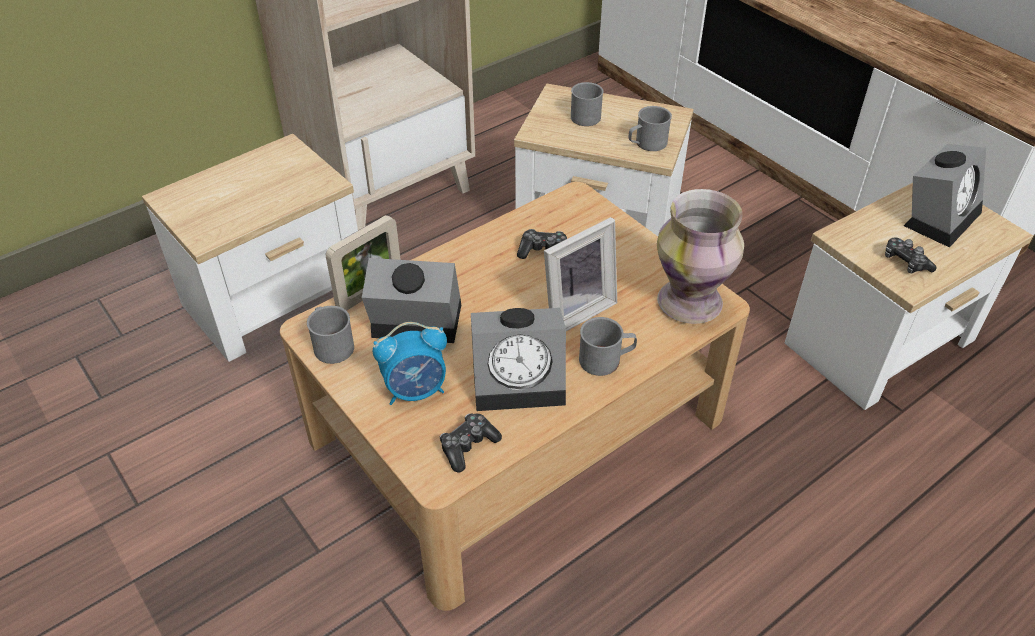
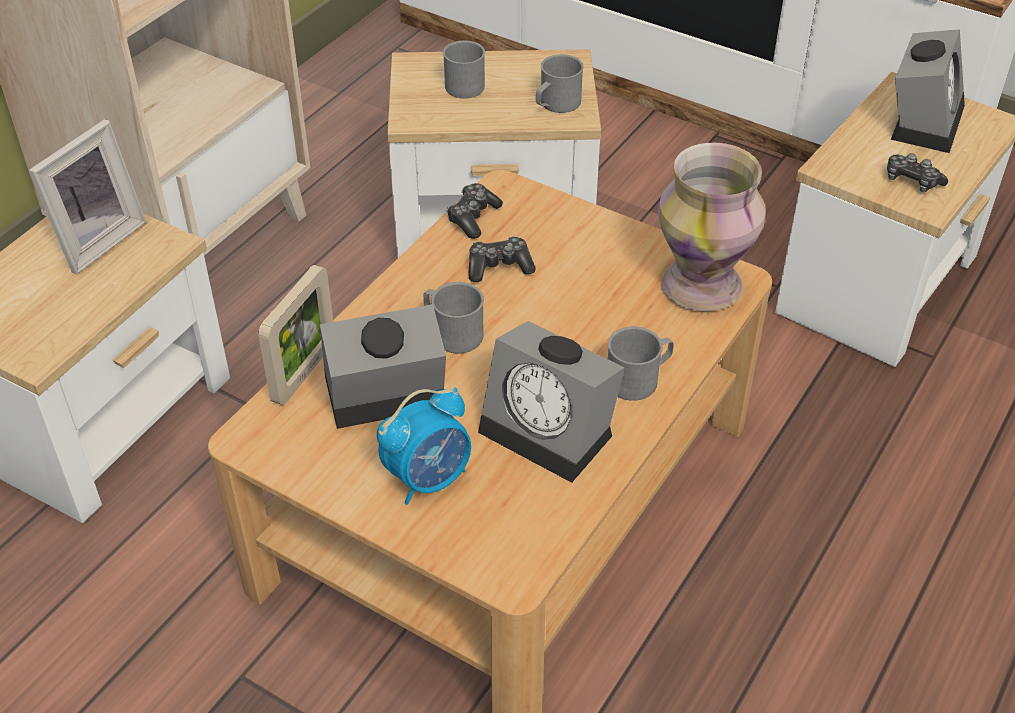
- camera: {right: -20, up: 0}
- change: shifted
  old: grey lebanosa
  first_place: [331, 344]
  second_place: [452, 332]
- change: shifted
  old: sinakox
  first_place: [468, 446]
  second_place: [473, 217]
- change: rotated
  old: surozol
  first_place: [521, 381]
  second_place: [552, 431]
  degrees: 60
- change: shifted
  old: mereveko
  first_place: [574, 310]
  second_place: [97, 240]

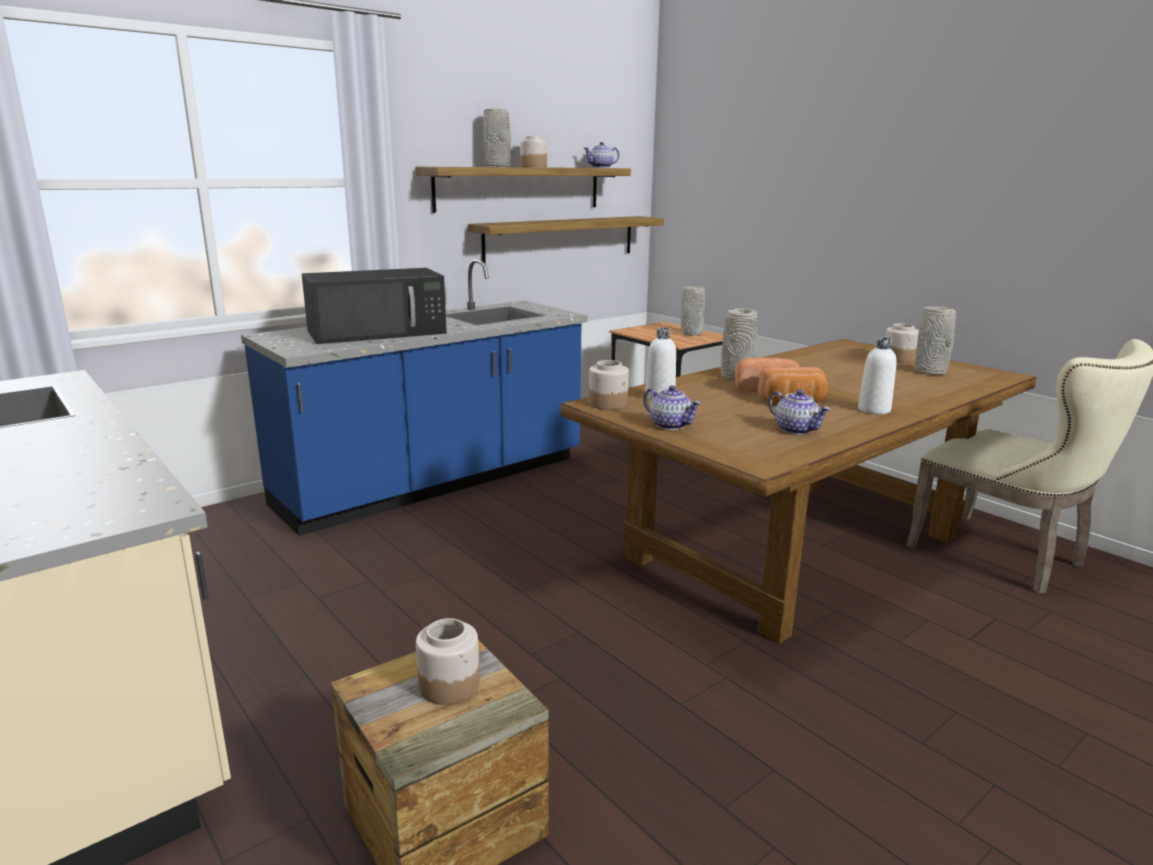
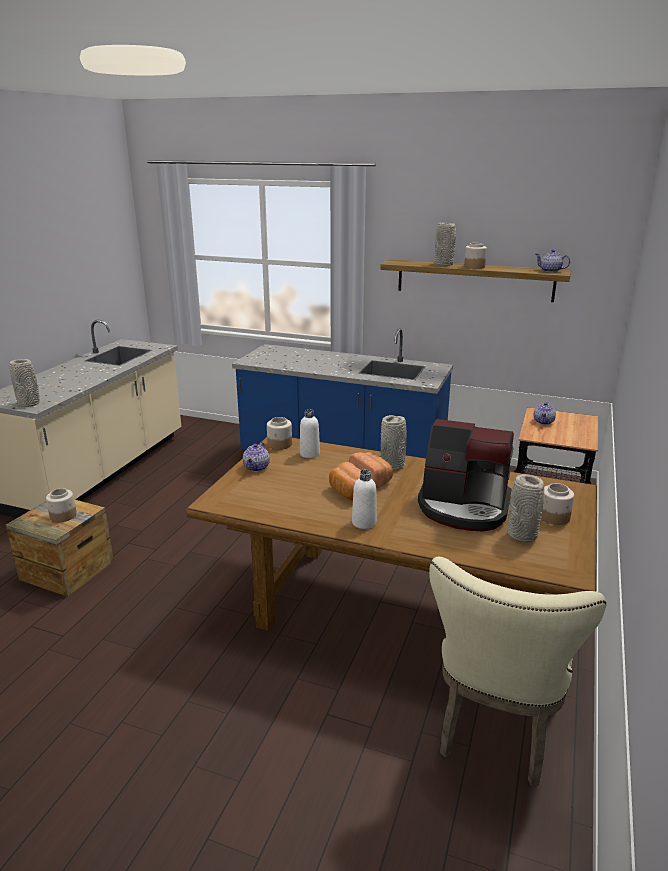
- camera: {right: 60, up: 5}
- change: gone
  old: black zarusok
  first_place: [379, 332]
- change: gone
  old: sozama
  first_place: [561, 239]
- change: shifted
  old: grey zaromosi
  first_place: [692, 334]
  second_place: [29, 403]
- change: shifted
  old: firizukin
  first_place: [796, 430]
  second_place: [543, 422]
- change: new
  new: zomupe
  second_place: [464, 507]

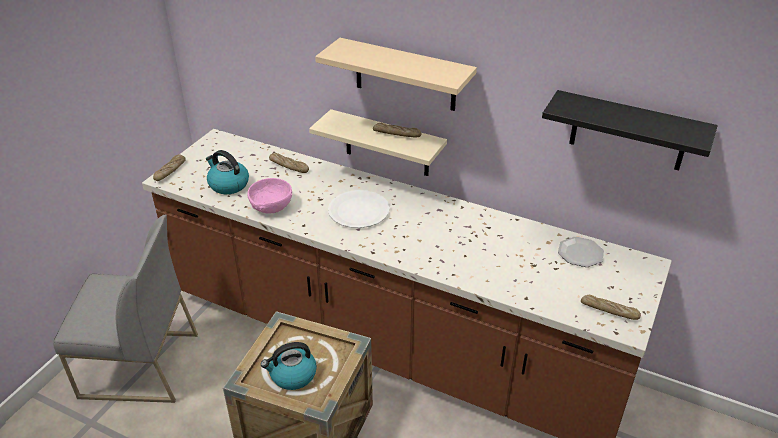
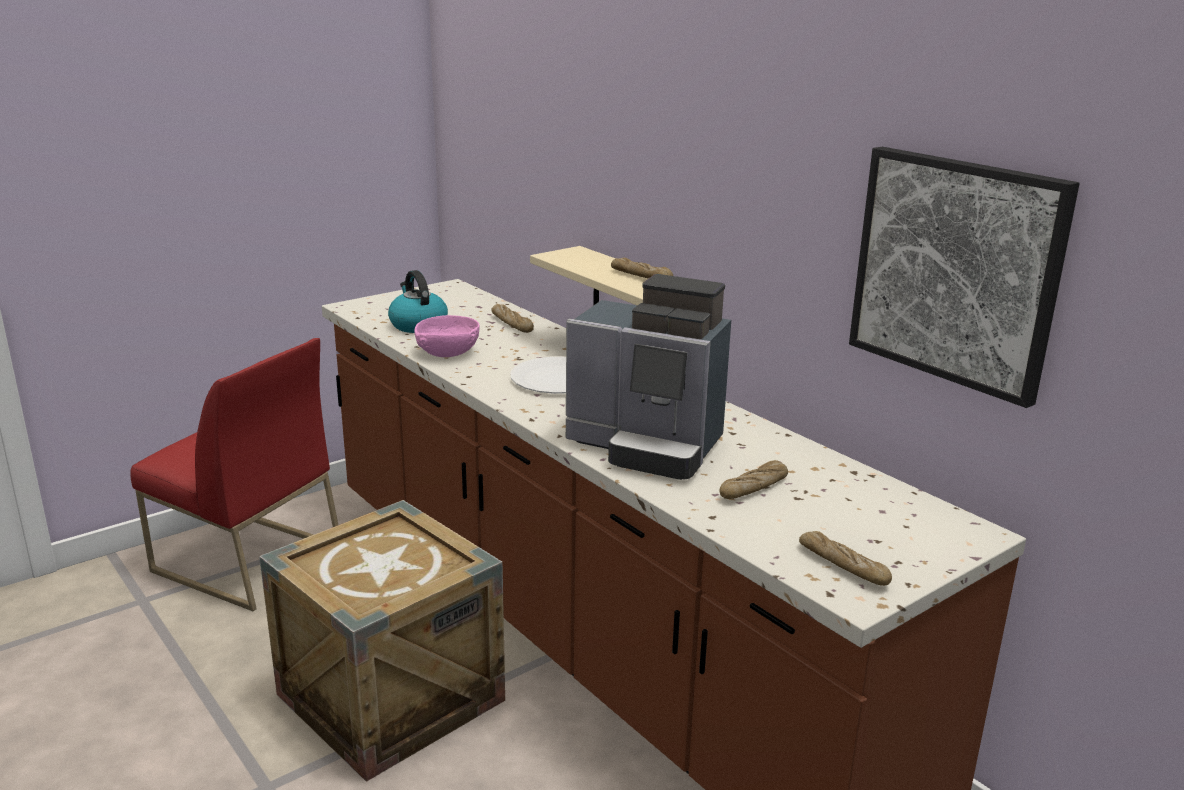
- camera: {right: 25, up: -15}
- change: repainted
  old: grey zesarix
  new: red zesarix
  first_place: [138, 366]
  second_place: [246, 560]
- change: shifted
  old: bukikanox
  first_place: [170, 171]
  second_place: [753, 488]
- change: gone
  old: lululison
  first_place: [292, 375]
- change: gone
  old: beige sozama
  first_place: [405, 75]
- change: swapped
  old: black sozama
  new: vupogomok
  first_place: [628, 131]
  second_place: [956, 271]
- change: gone
  old: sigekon
  first_place: [580, 253]
- change: new
  new: zomupe
  second_place: [648, 446]

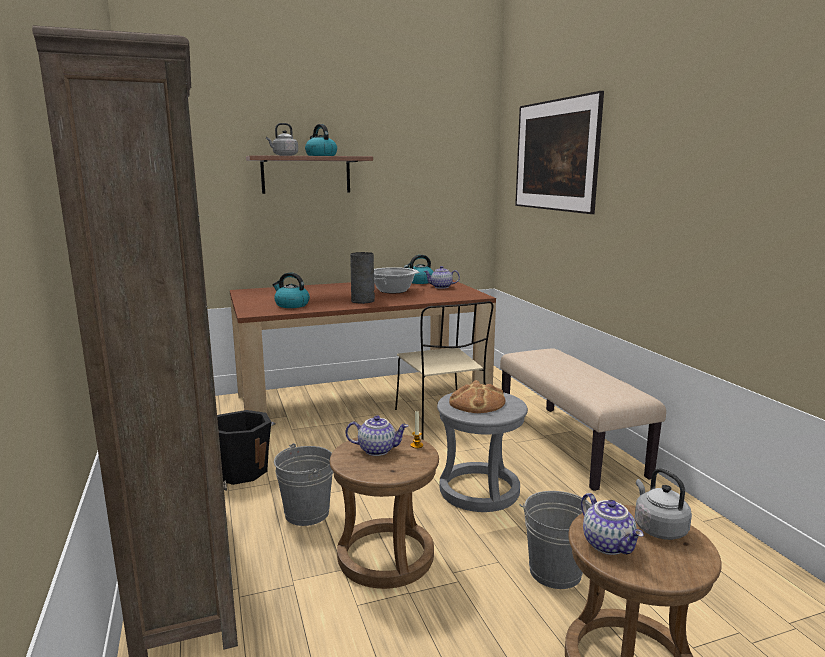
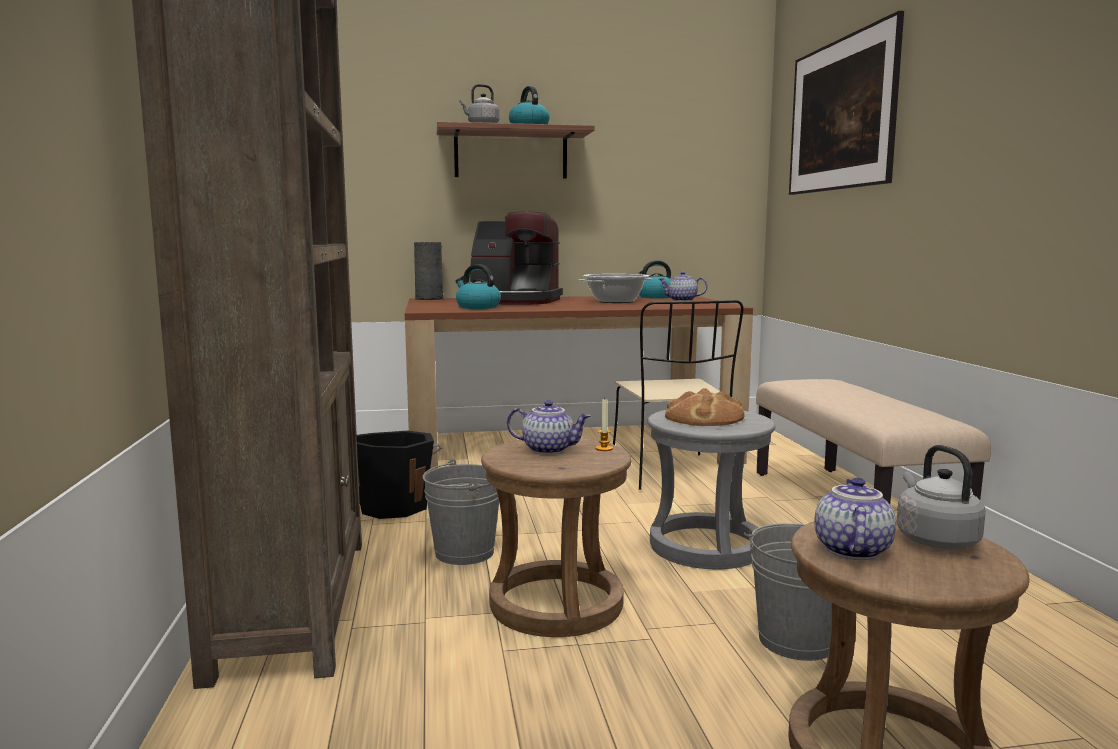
- camera: {right: 10, up: -5}
- change: shifted
  old: grey zaromosi
  first_place: [363, 301]
  second_place: [430, 299]
- change: rotated
  old: firizukin
  first_place: [609, 545]
  second_place: [850, 549]
  degrees: -150
- change: new
  new: zomupe
  second_place: [514, 301]

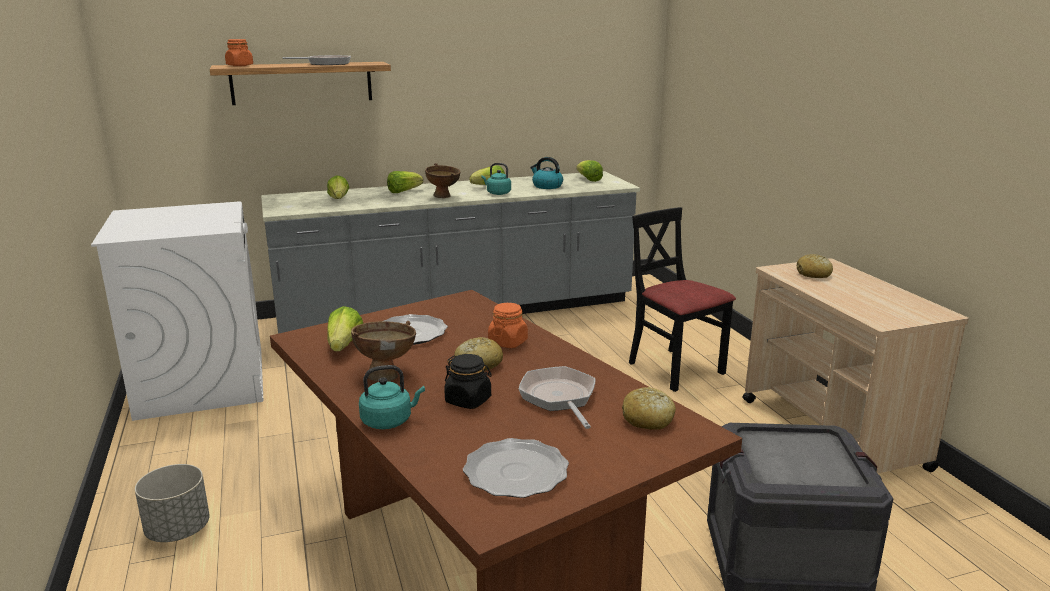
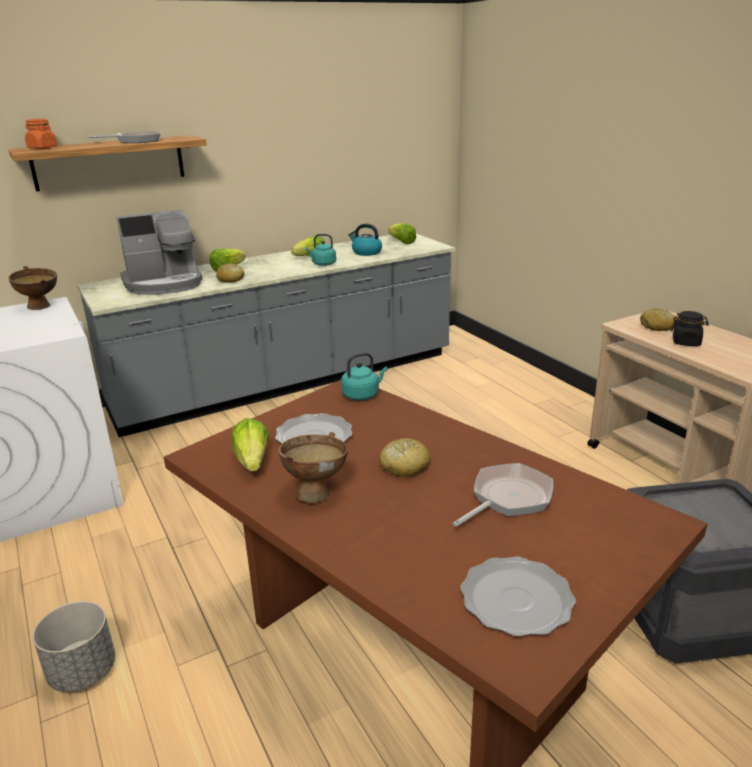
- camera: {right: -10, up: 5}
- change: swapped
  old: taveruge
  new: zomupe
  first_place: [339, 199]
  second_place: [164, 284]
- change: shifted
  old: turquoise lululison
  first_place: [389, 421]
  second_place: [362, 395]
- change: shifted
  old: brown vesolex
  first_place: [444, 197]
  second_place: [41, 307]
- change: shifted
  old: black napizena
  first_place: [468, 400]
  second_place: [686, 342]
- change: gone
  old: orange napizena
  first_place: [508, 342]
- change: rotated
  old: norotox
  first_place: [559, 398]
  second_place: [508, 498]
  degrees: 75
- change: shifted
  old: bukikanox
  first_place: [647, 419]
  second_place: [230, 279]
- change: gone
  old: black zesarix
  first_place: [675, 369]

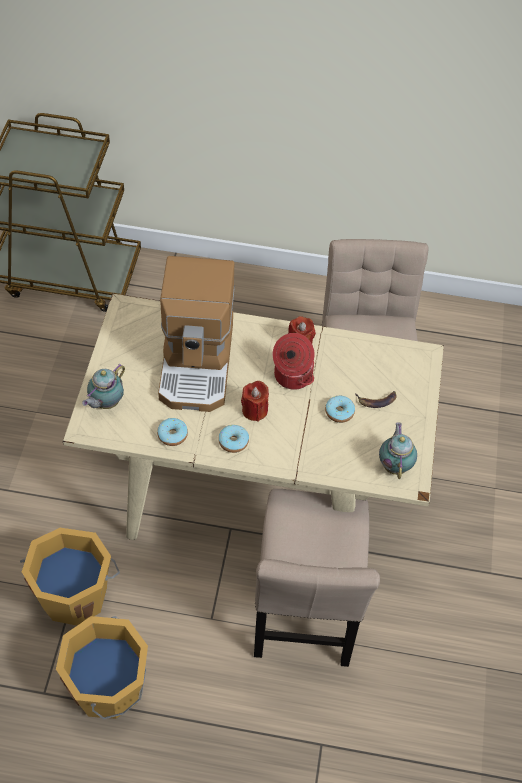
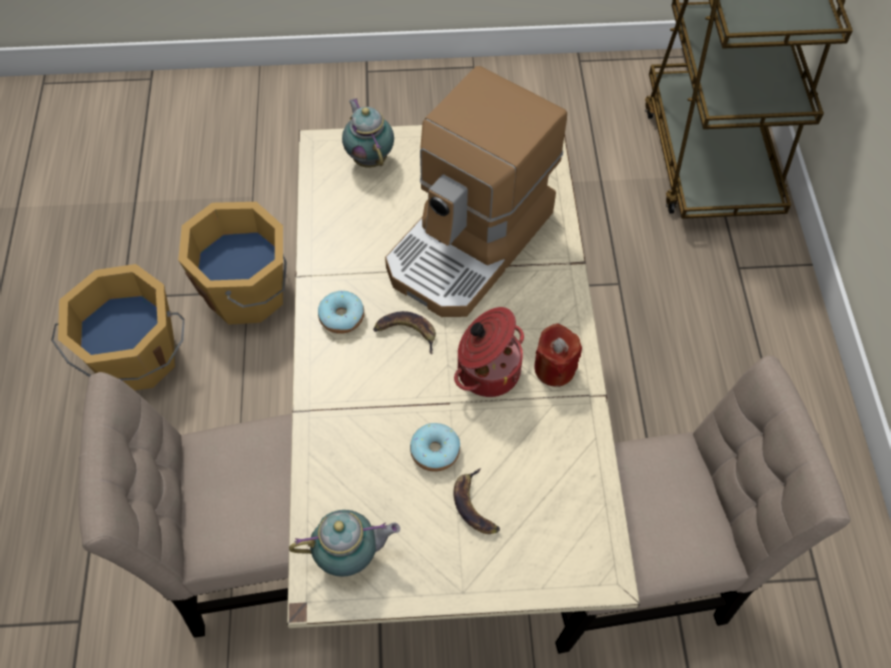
- camera: {right: 80, up: 5}
- change: rotated
  old: firizukin
  first_place: [105, 403]
  second_place: [369, 157]
  degrees: 45
- change: gone
  old: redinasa
  first_place: [172, 435]
- change: rotated
  old: zomupe
  first_place: [198, 363]
  second_place: [471, 243]
  degrees: -45
- change: swapped
  old: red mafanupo
  new: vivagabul
  first_place: [254, 410]
  second_place: [406, 332]

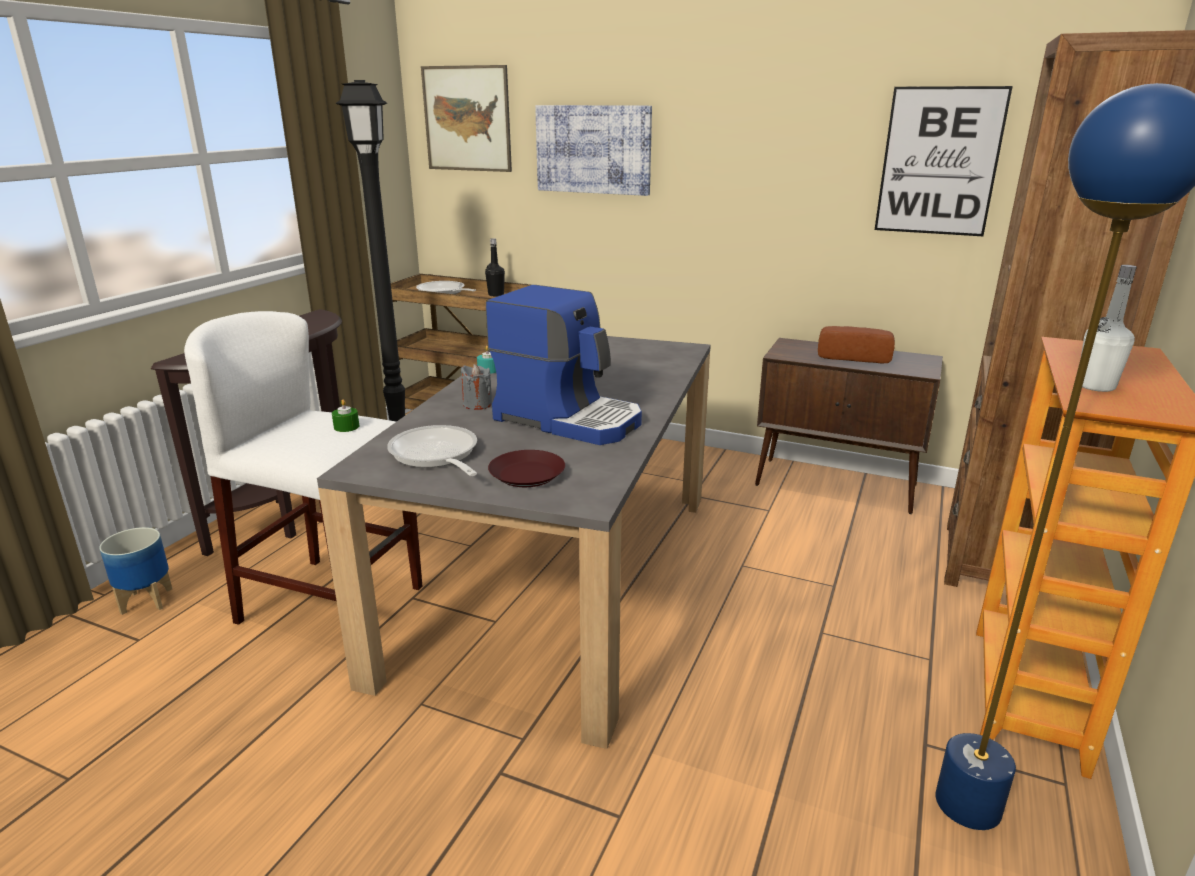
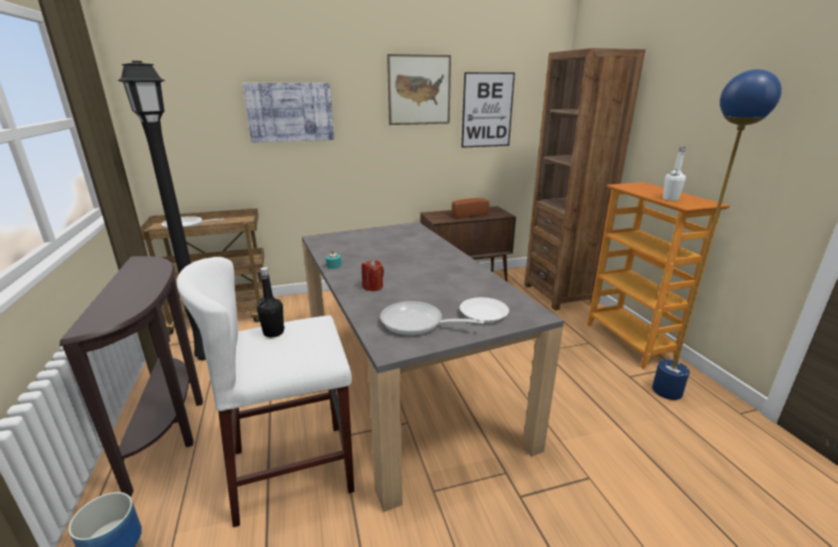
- camera: {right: -40, up: 0}
- change: gone
  old: green mafanupo
  first_place: [346, 427]
- change: shifted
  old: vupogomok
  first_place: [467, 119]
  second_place: [419, 90]
- change: repainted
  old: grey mafanupo
  new: red mafanupo
  first_place: [477, 404]
  second_place: [373, 287]
- change: shifted
  old: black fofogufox
  first_place: [496, 294]
  second_place: [273, 332]
- change: gone
  old: zomupe
  first_place: [569, 419]
- change: repainted
  old: brown sigekon
  new: white sigekon
  first_place: [527, 474]
  second_place: [483, 314]

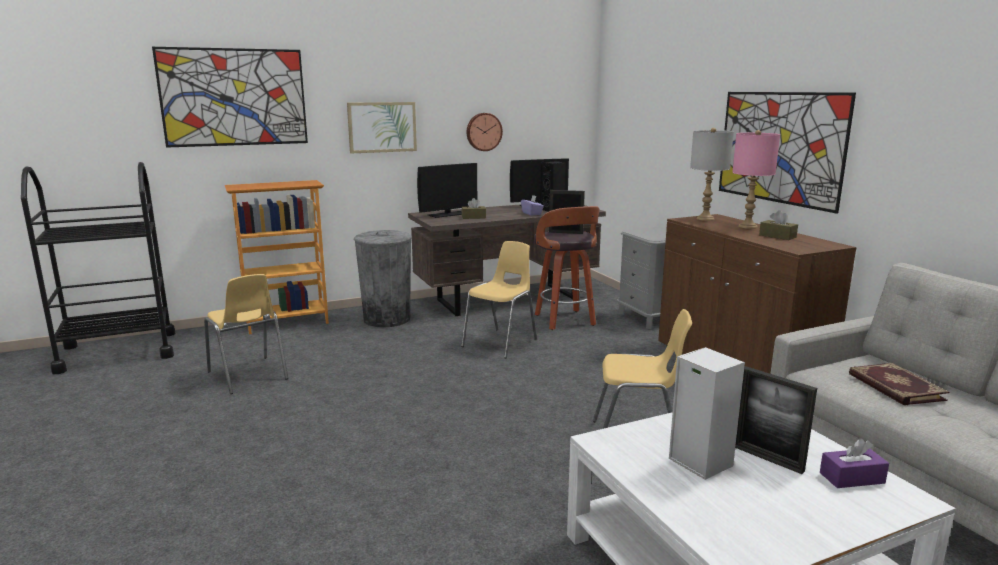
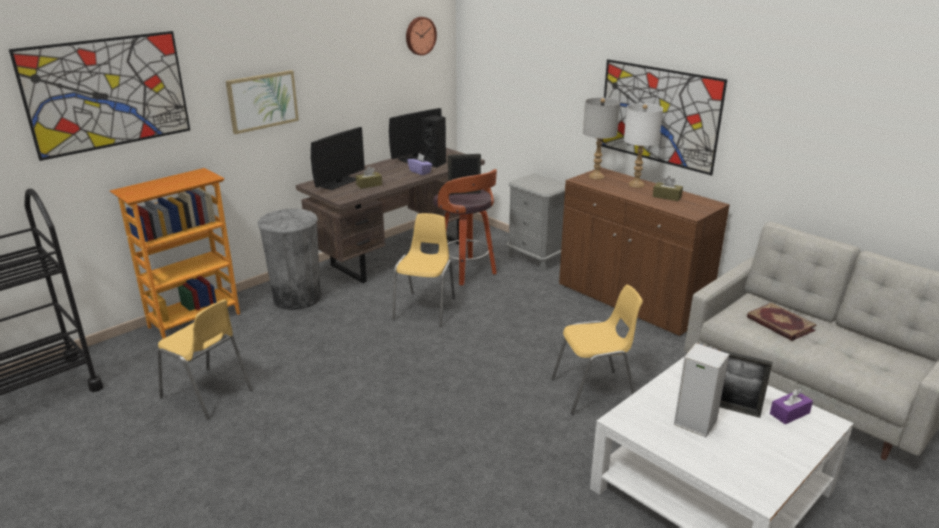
- camera: {right: -20, up: 10}
- change: shifted
  old: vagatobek
  first_place: [483, 132]
  second_place: [420, 36]
- change: repainted
  old: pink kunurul
  new: white kunurul
  first_place: [747, 226]
  second_place: [636, 185]

